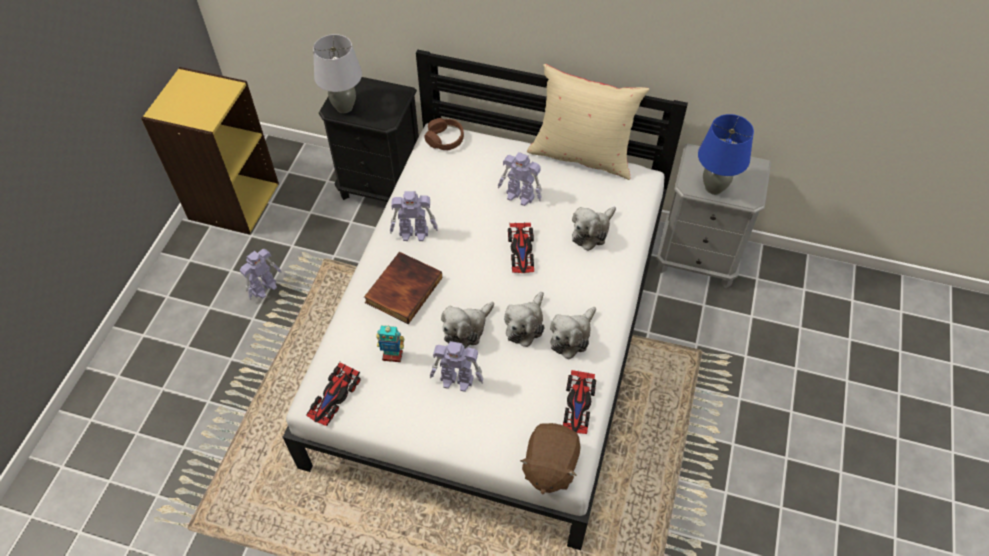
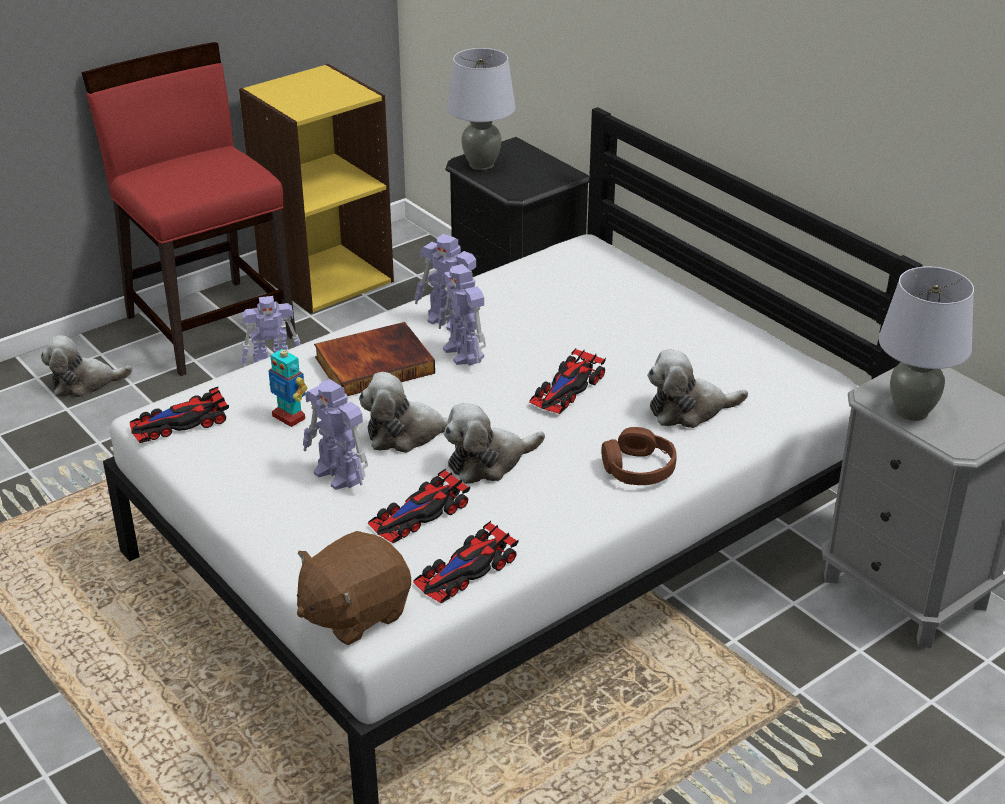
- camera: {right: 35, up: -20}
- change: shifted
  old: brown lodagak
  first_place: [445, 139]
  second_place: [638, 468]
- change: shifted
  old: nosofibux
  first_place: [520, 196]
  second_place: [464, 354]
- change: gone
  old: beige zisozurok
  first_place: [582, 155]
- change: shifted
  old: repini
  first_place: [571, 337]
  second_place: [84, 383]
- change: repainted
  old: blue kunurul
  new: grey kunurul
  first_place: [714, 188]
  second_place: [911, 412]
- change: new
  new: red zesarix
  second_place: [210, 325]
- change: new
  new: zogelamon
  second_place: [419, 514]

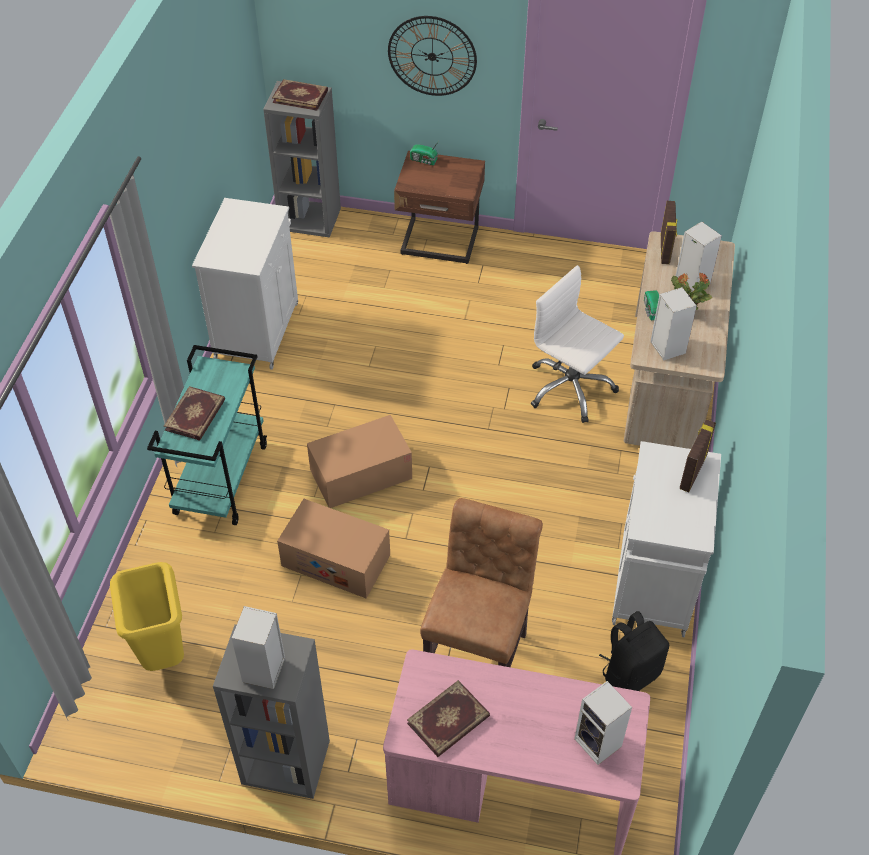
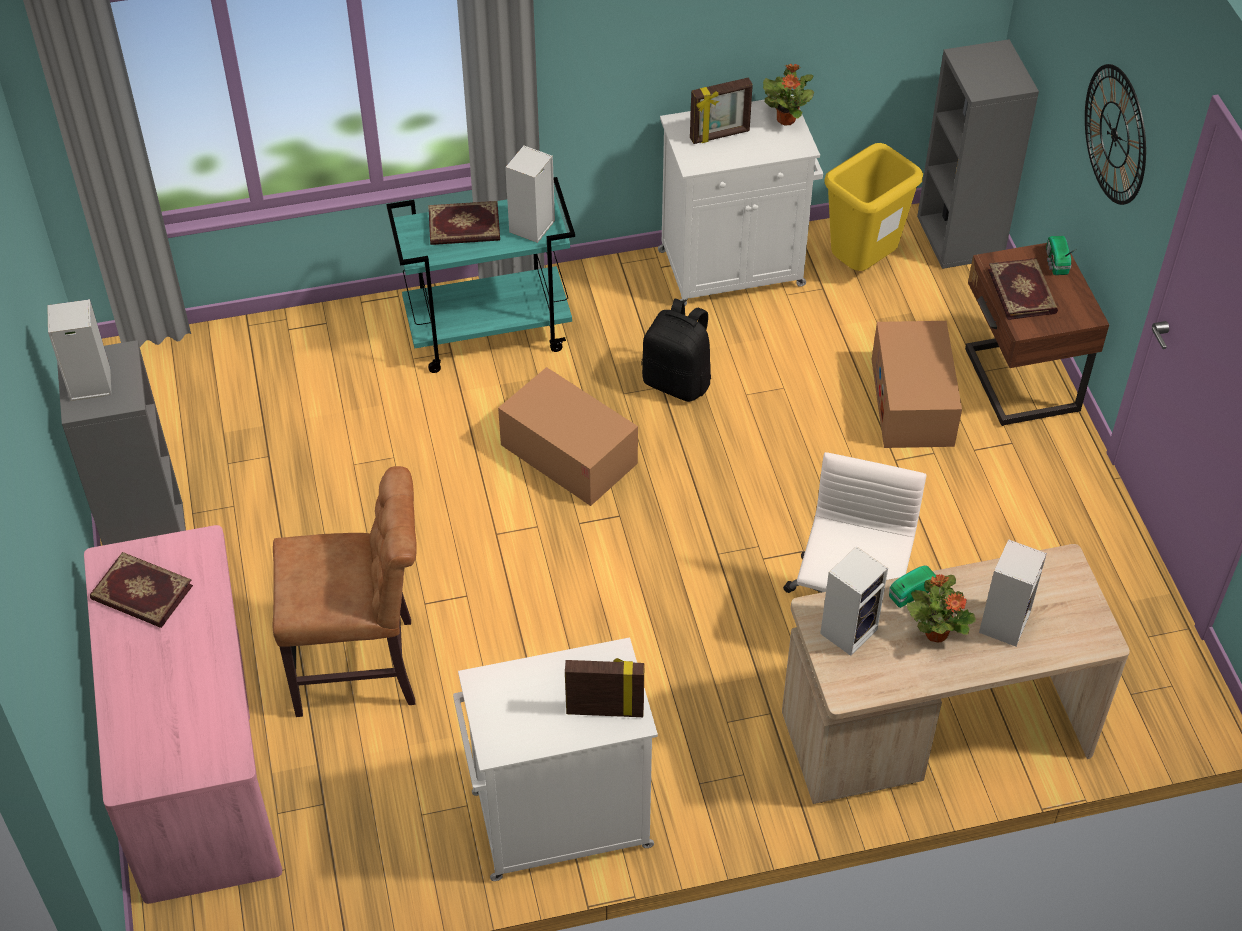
- camera: {right: 65, up: 0}
- change: shifted
  old: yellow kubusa
  first_place: [164, 655]
  second_place: [862, 265]
- change: shifted
  old: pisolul
  first_place: [300, 96]
  second_place: [1023, 291]
- change: shifted
  old: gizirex
  first_place: [336, 560]
  second_place: [912, 402]
- change: shifted
  old: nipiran
  first_place: [599, 743]
  second_place: [532, 228]
- change: shifted
  old: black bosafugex
  first_place: [630, 672]
  second_place: [678, 382]
- change: shifted
  old: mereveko
  first_place: [665, 249]
  second_place: [720, 135]
- change: new
  new: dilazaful
  second_place: [786, 119]

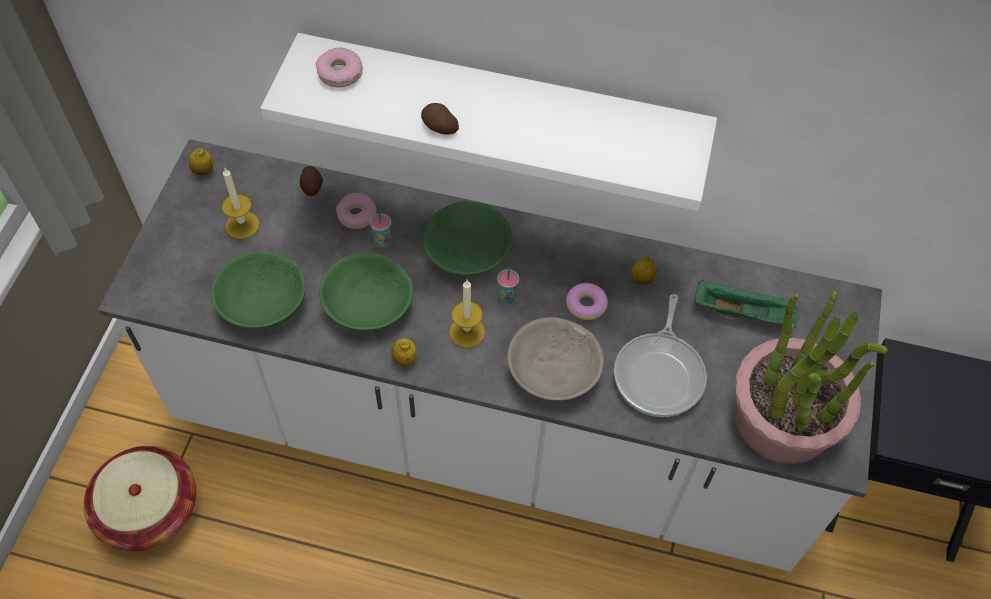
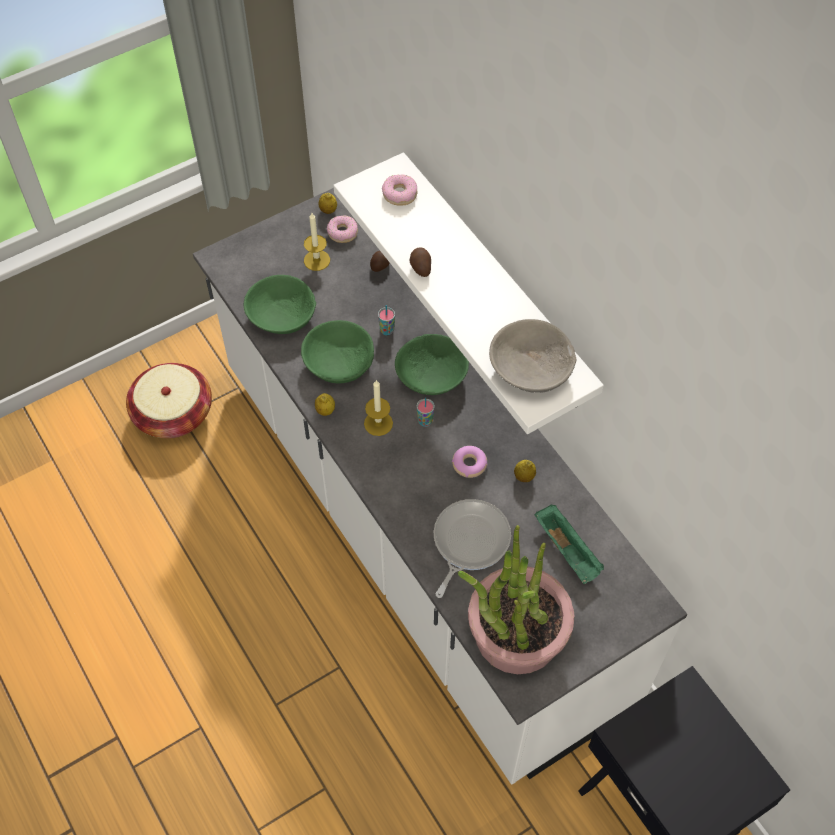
- camera: {right: 45, up: 0}
- change: shifted
  old: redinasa
  first_place: [357, 215]
  second_place: [342, 232]
- change: shifted
  old: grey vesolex
  first_place: [553, 370]
  second_place: [530, 368]
- change: rotated
  old: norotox
  first_place: [660, 373]
  second_place: [468, 542]
  degrees: 150

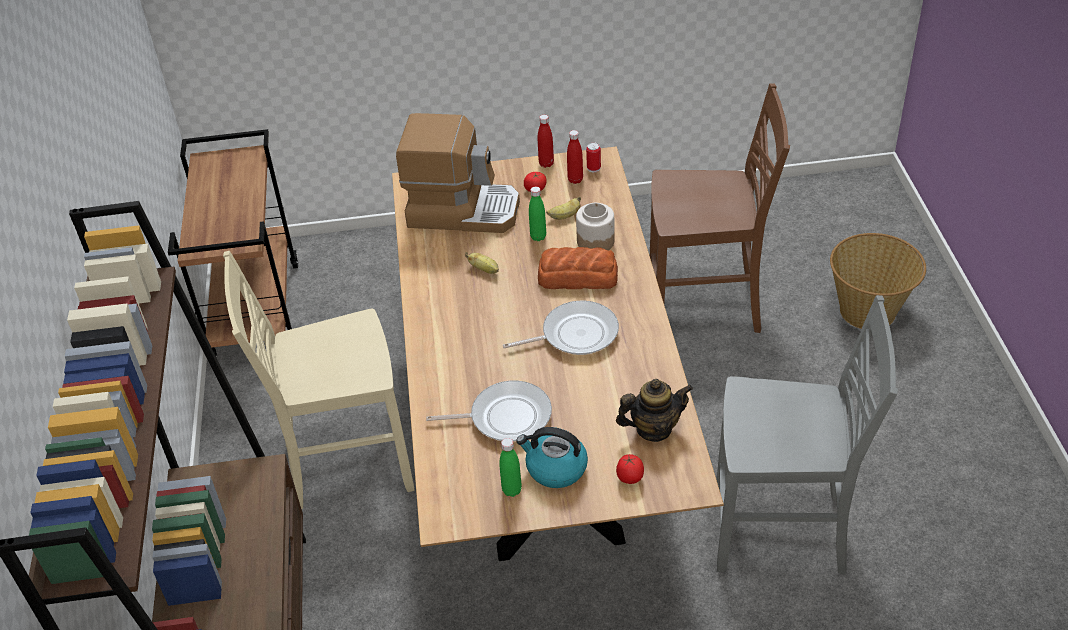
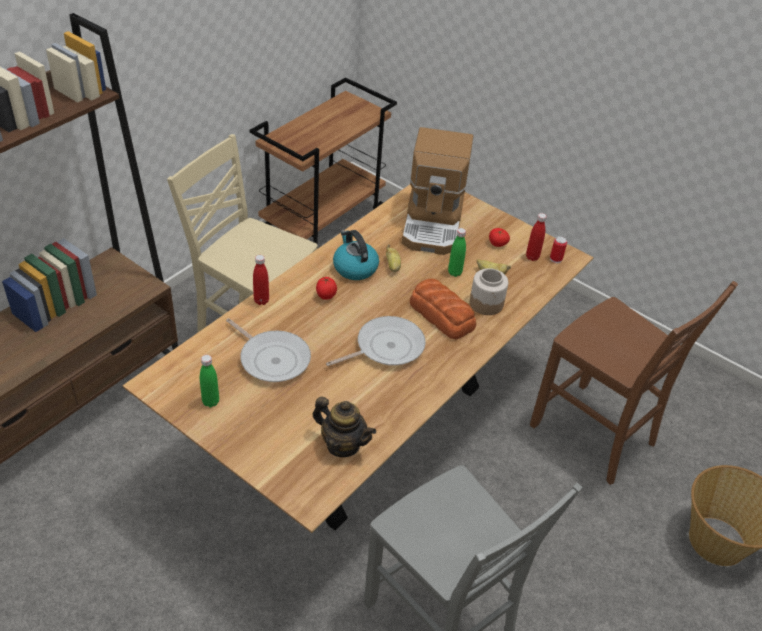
- camera: {right: 40, up: 0}
- change: rotated
  old: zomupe
  first_place: [463, 210]
  second_place: [434, 223]
  degrees: 45
- change: rotated
  old: norotox
  first_place: [575, 334]
  second_place: [386, 347]
  degrees: -60
- change: shifted
  old: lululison
  first_place: [555, 468]
  second_place: [354, 267]
- change: shifted
  old: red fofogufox
  first_place: [546, 164]
  second_place: [261, 301]
- change: shifted
  old: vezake
  first_place: [630, 478]
  second_place: [326, 296]

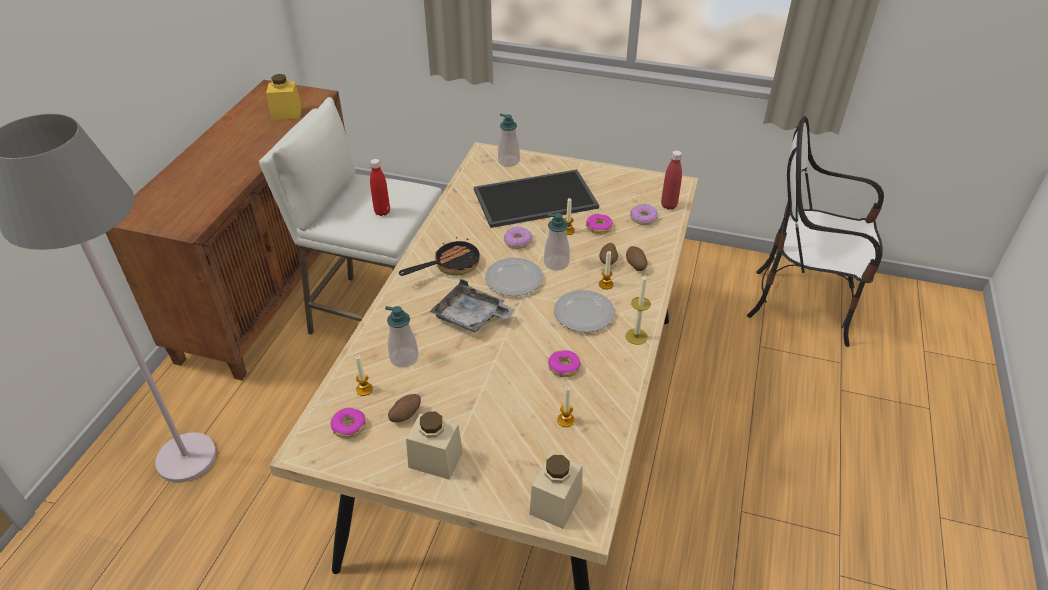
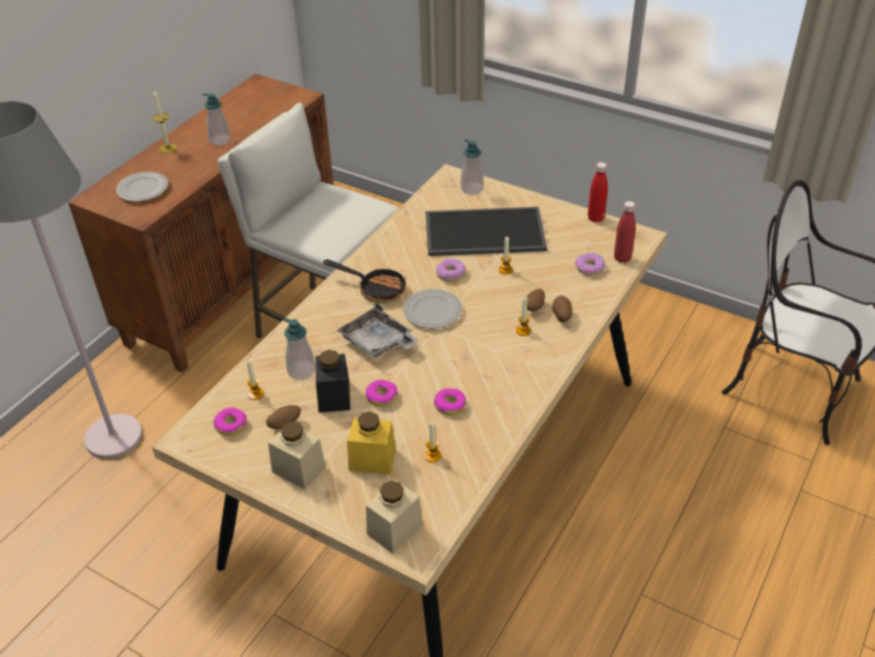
- camera: {right: 15, up: 0}
- change: shifted
  old: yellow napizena
  first_place: [286, 113]
  second_place: [372, 459]
- change: shifted
  old: red fofogufox
  first_place: [382, 212]
  second_place: [595, 218]
- change: rotated
  old: norotox
  first_place: [450, 266]
  second_place: [375, 288]
  degrees: 45
- change: shifted
  old: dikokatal
  first_place: [556, 263]
  second_place: [220, 140]
- change: shifted
  old: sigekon
  first_place: [583, 313]
  second_place: [143, 189]
- change: shifted
  old: redinasa
  first_place: [599, 227]
  second_place: [381, 397]
- change: shifted
  old: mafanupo
  first_place: [636, 336]
  second_place: [168, 148]
- change: new
  new: black napizena
  second_place: [334, 396]

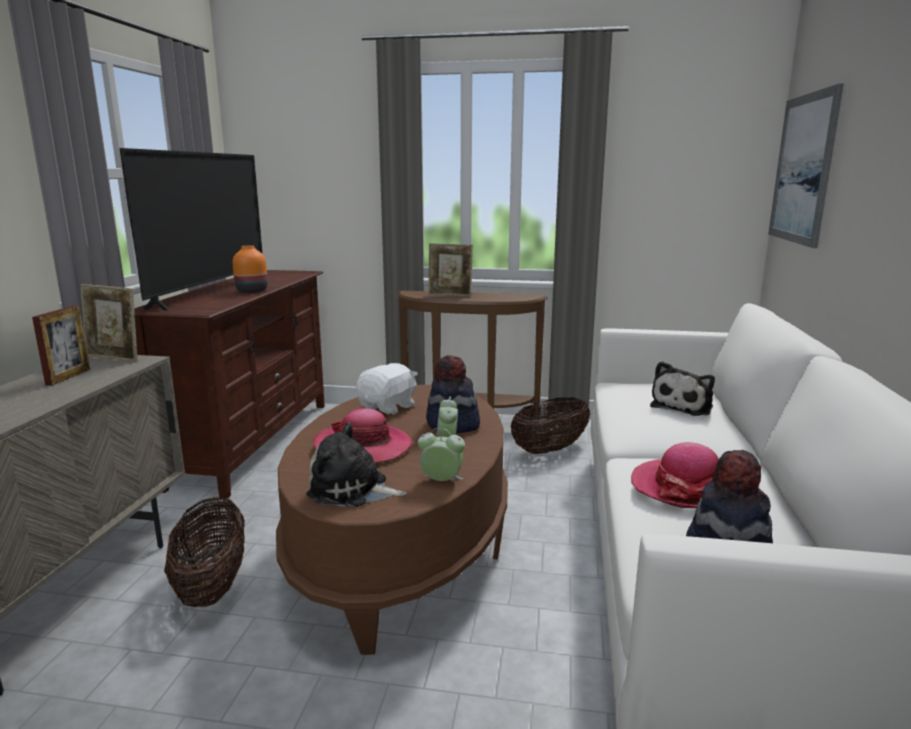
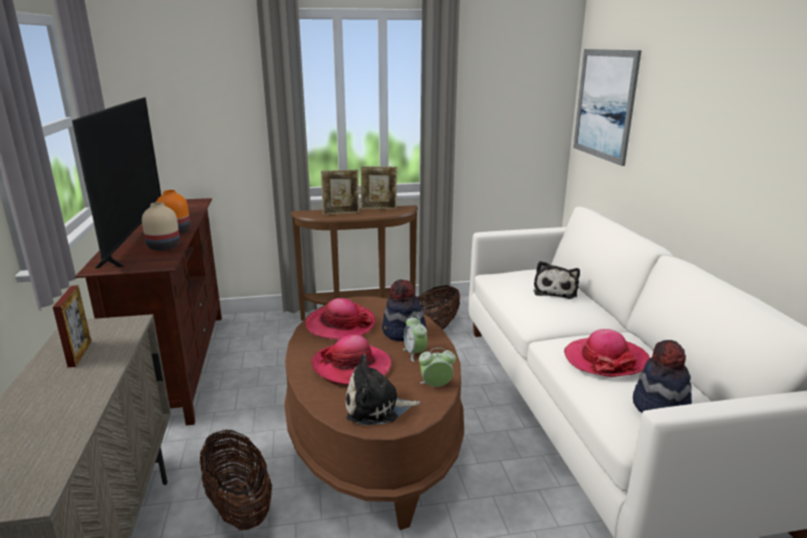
- camera: {right: -20, up: 5}
- change: shifted
  old: mereveko
  first_place: [114, 358]
  second_place: [379, 208]
- change: swapped
  old: white repini
  new: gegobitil
  first_place: [388, 407]
  second_place: [340, 324]
- change: new
  new: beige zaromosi
  second_place: [163, 247]

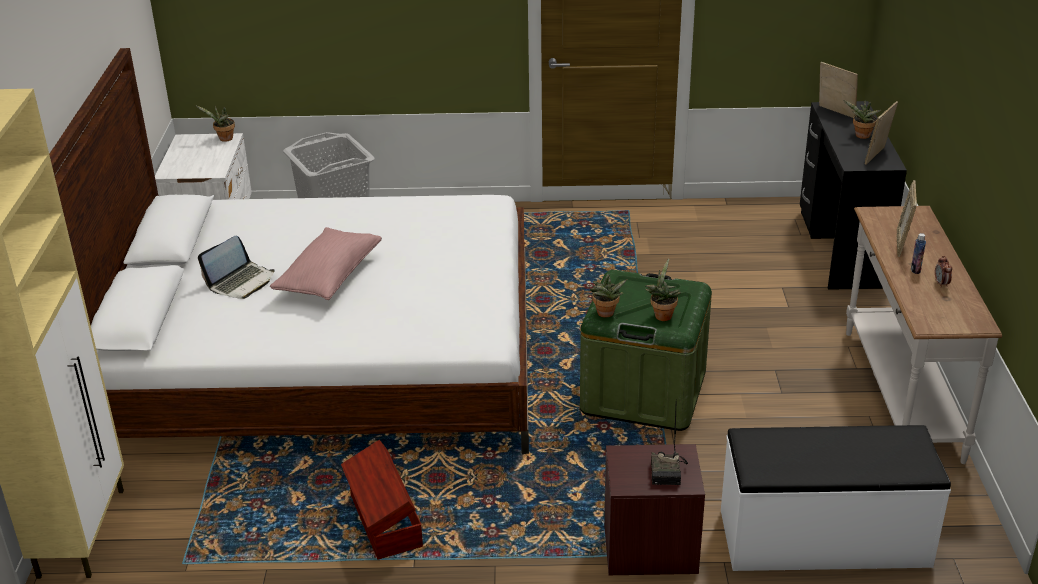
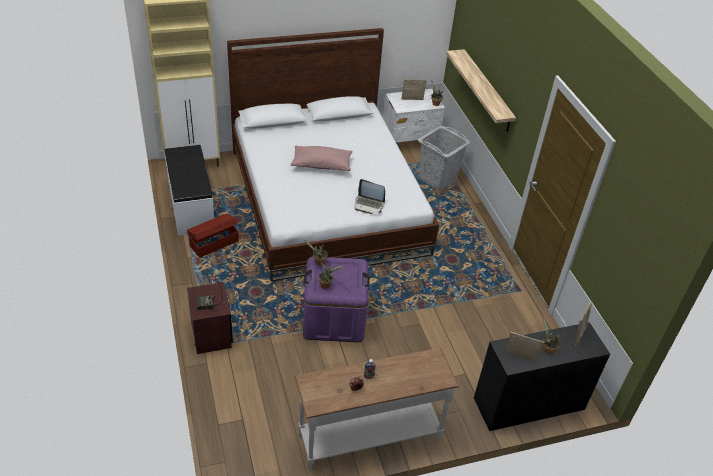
- camera: {right: 70, up: 10}
- change: shifted
  old: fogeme
  first_place: [241, 282]
  second_place: [369, 205]
- change: repainted
  old: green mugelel
  new: purple mugelel
  first_place: [643, 392]
  second_place: [334, 319]
- change: shifted
  old: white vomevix
  first_place: [824, 539]
  second_place: [190, 206]
- change: shifted
  old: mereveko
  first_place: [902, 244]
  second_place: [412, 100]
- change: new
  new: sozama
  second_place: [486, 90]

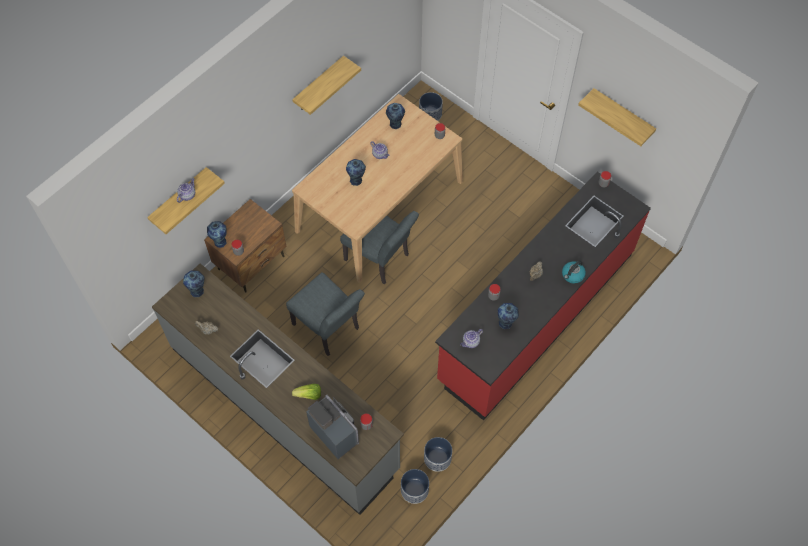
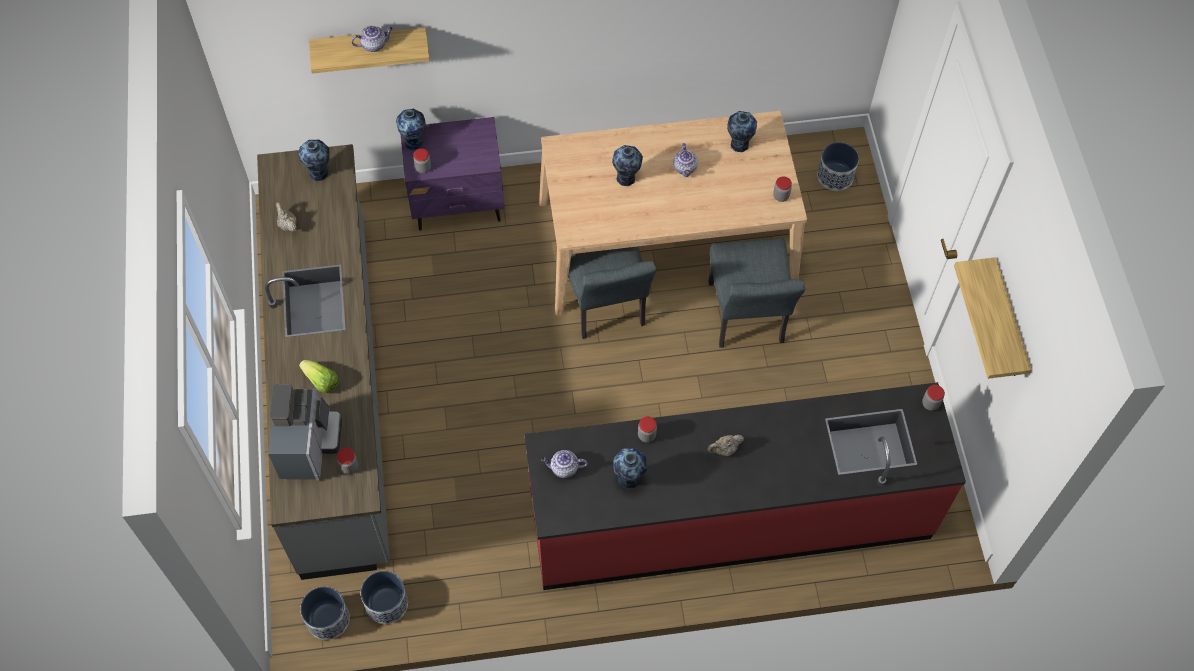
- camera: {right: 40, up: 0}
- change: repainted
  old: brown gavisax
  new: purple gavisax
  first_place: [252, 263]
  second_place: [458, 202]
- change: shifted
  old: grey zesarix
  first_place: [329, 329]
  second_place: [747, 319]
- change: gone
  old: sozama
  first_place: [319, 85]
- change: shifted
  old: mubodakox
  first_place: [437, 458]
  second_place: [327, 619]
- change: gone
  old: lululison
  first_place: [572, 275]

